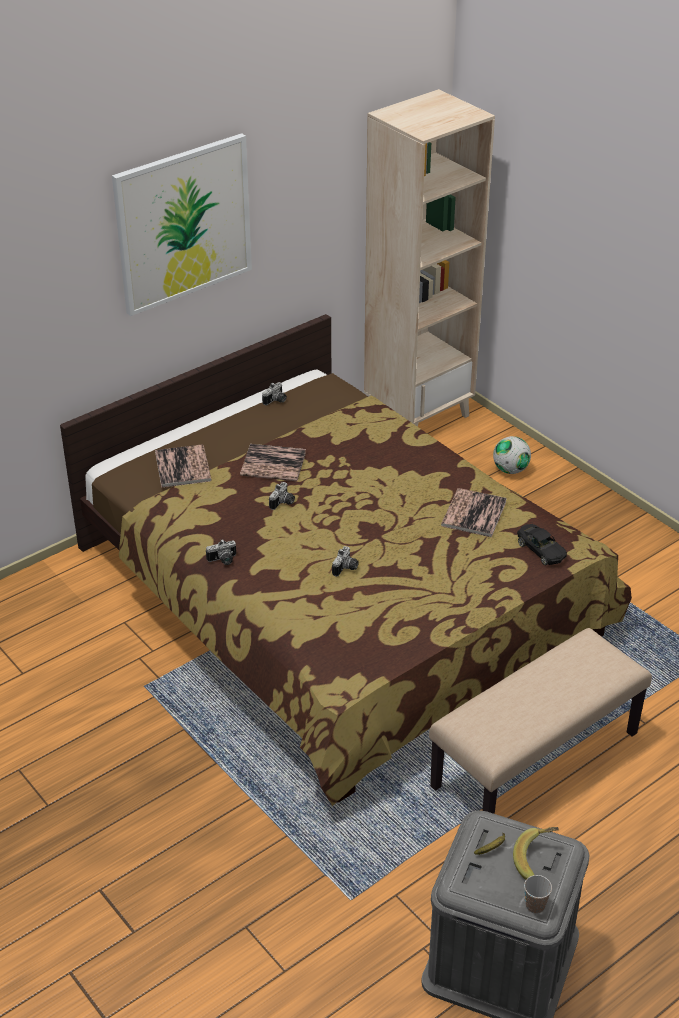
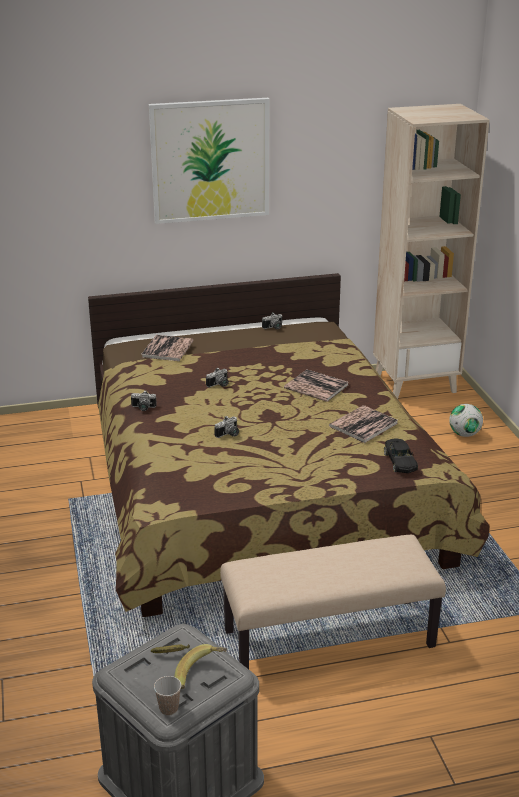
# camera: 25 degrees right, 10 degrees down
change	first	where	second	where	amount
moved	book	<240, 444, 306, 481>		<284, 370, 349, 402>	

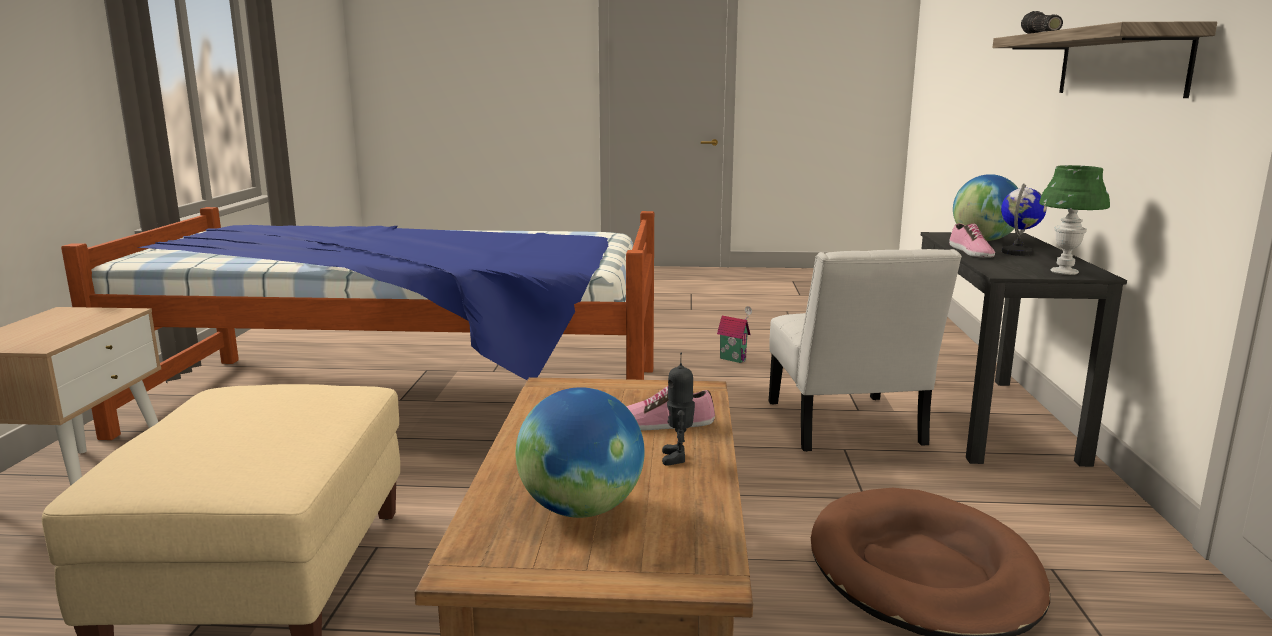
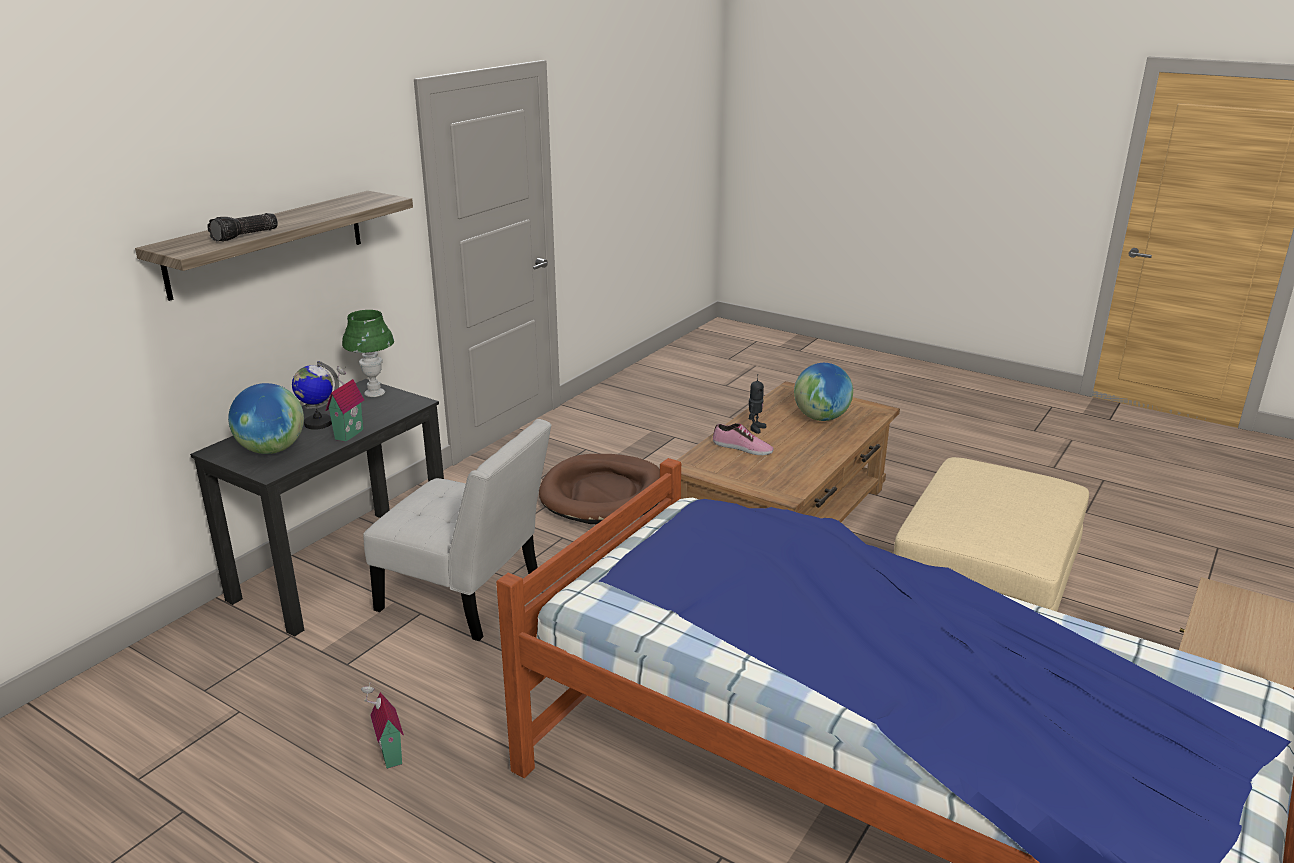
# camera: 150 degrees left, 10 degrees up
change	first	where	second	where	amount
replaced	shoe	<949, 223, 995, 258>	toy house	<325, 366, 364, 442>	
turned	chair (white)	<769, 249, 962, 451>		<363, 419, 551, 641>	90 degrees clockwise

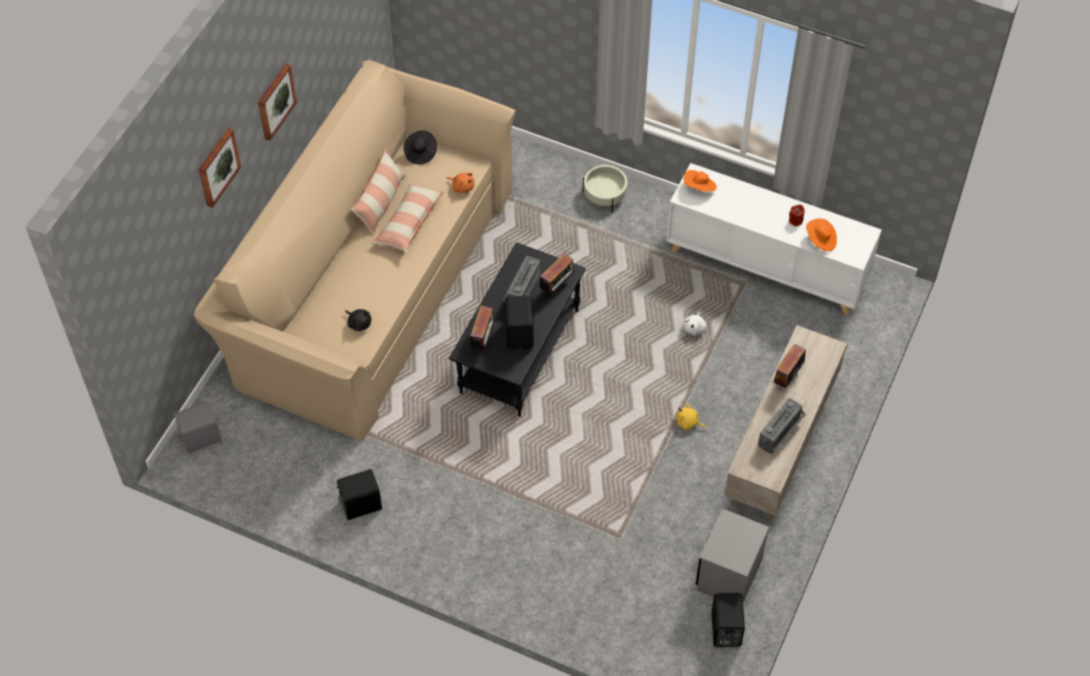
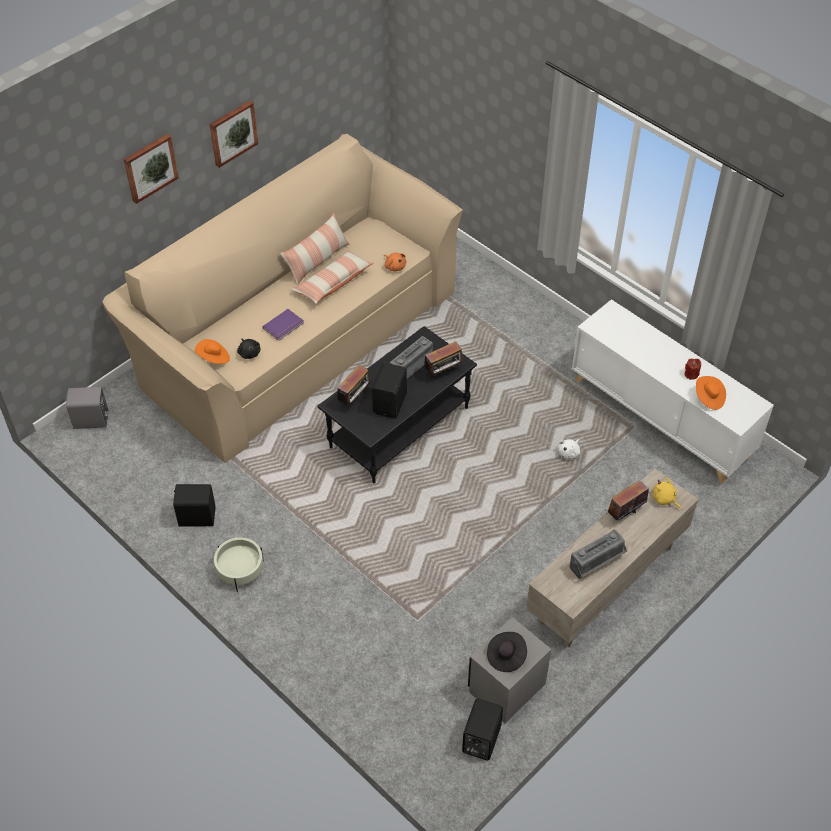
# camera: 20 degrees right, 5 degrees down
change	first	where	second	where	amount
added			book (purple)	<263, 309, 304, 341>	
moved	hat (black)	<404, 130, 437, 164>		<487, 632, 527, 672>	
moved	planter (beige)	<583, 165, 627, 213>		<214, 537, 264, 592>	
moved	plush toy (yellow)	<676, 403, 707, 430>		<653, 478, 682, 510>	
moved	hat (orange)	<684, 170, 717, 192>		<195, 339, 230, 364>	

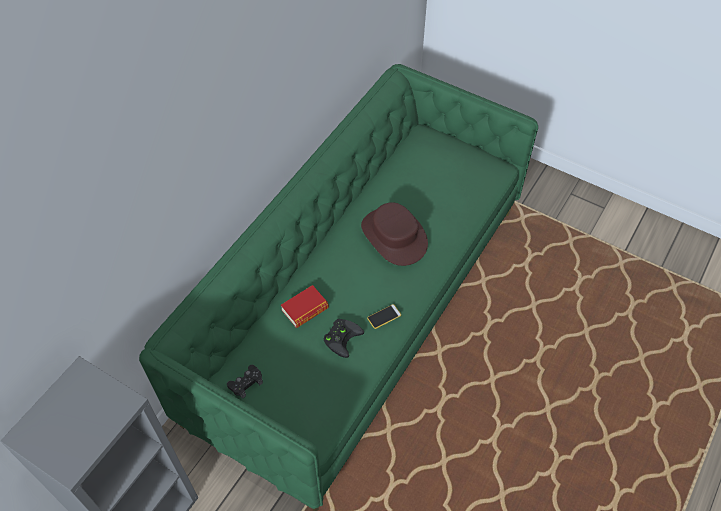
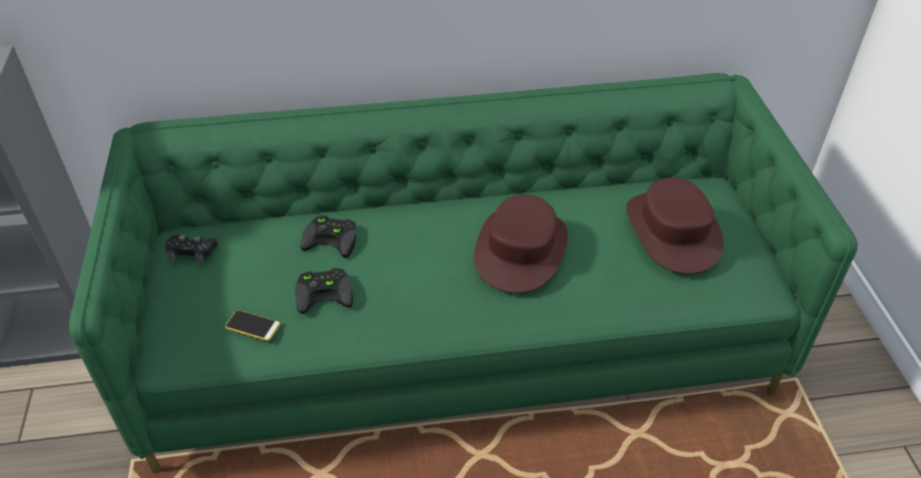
# camera: 50 degrees right, 10 degrees down
change	first	where	second	where	amount
added			hat (brown)	<626, 178, 724, 274>	
moved	phone	<367, 304, 401, 329>		<225, 310, 280, 341>	
replaced	book	<281, 285, 329, 328>	game controller (black)	<300, 215, 356, 258>	

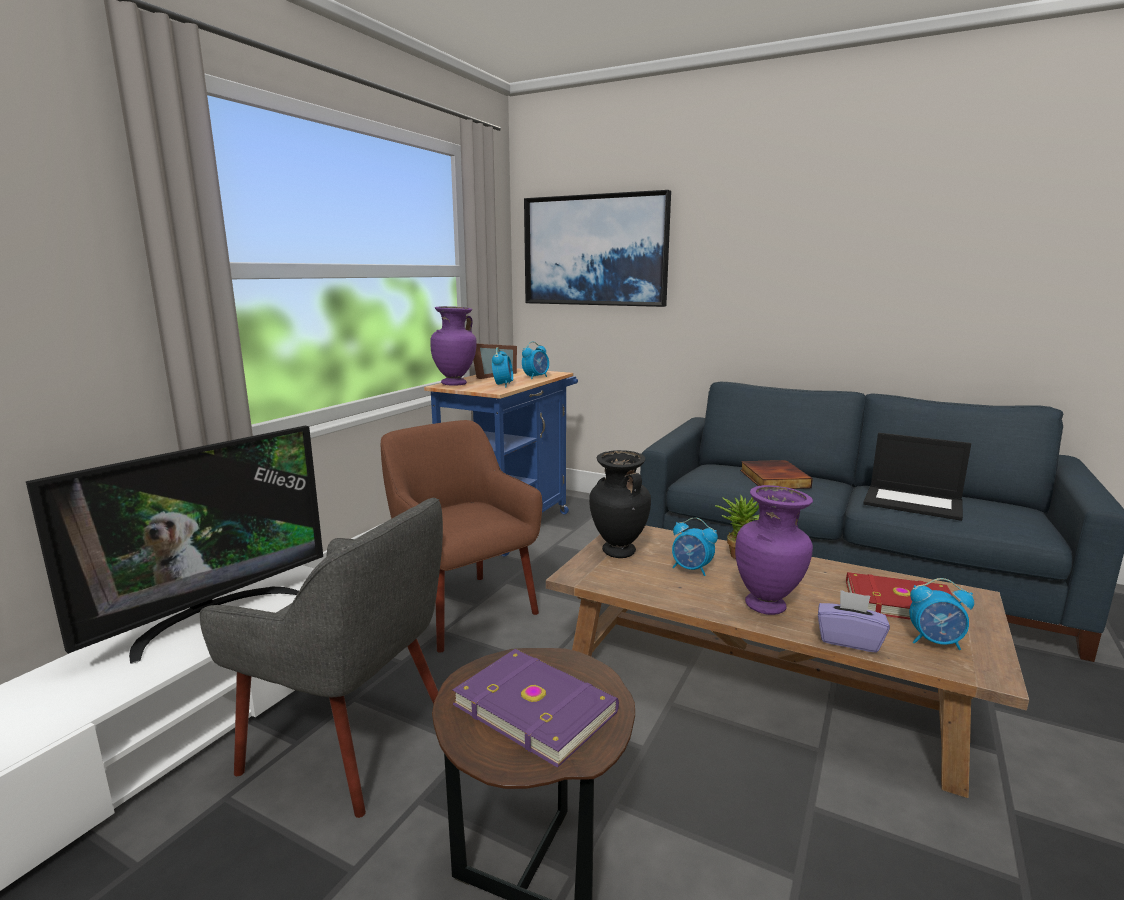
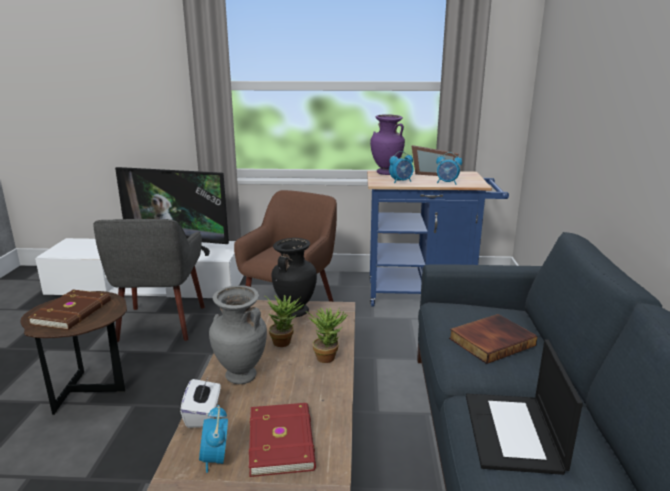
# camera: 65 degrees right, 5 degrees up
change	first	where	second	where	amount
removed	picture	<524, 190, 671, 307>			
replaced	alarm clock	<672, 517, 718, 576>	potted plant	<264, 295, 304, 347>	
recoloured	book (purple)	<452, 649, 619, 768>	book (brown)	<28, 290, 111, 330>	
recoloured	vase (purple)	<735, 485, 813, 615>	vase (grey)	<209, 285, 267, 384>	
recoloured	tissue box (purple)	<818, 590, 890, 653>	tissue box (white)	<180, 378, 221, 428>	

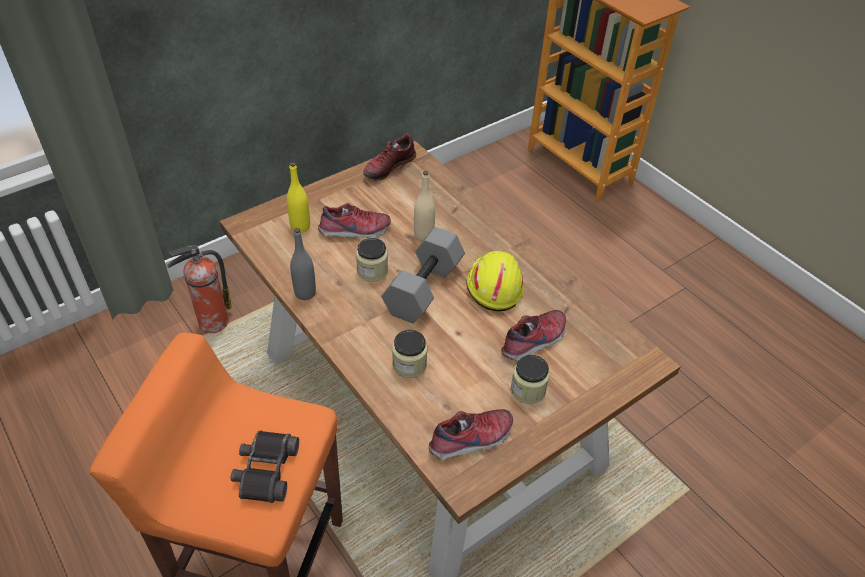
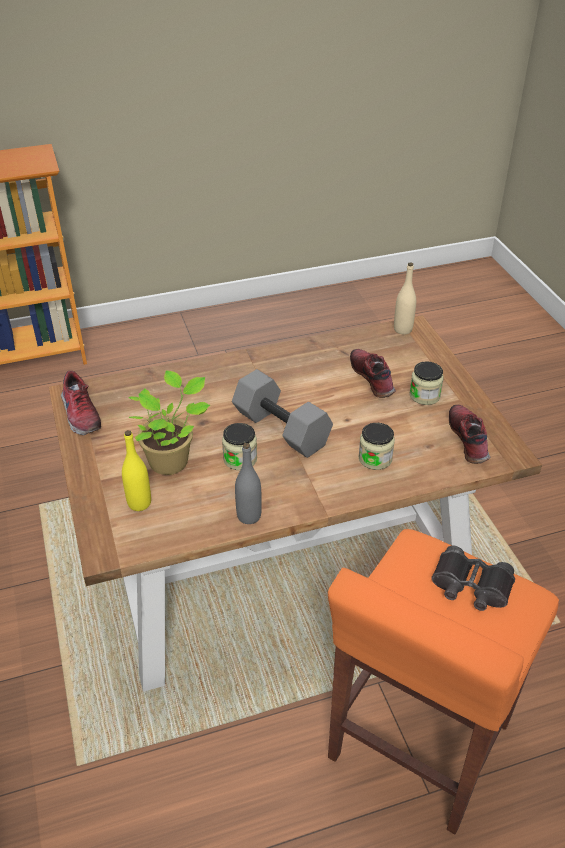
# camera: 70 degrees left, 5 degrees down
change	first	where	second	where	amount
removed	fire extinguisher	<167, 245, 232, 333>			
removed	hard hat (yellow)	<466, 251, 524, 311>			
moved	bottle (beige)	<414, 171, 435, 241>		<394, 262, 416, 335>	
replaced	shoe	<318, 203, 391, 238>	potted plant	<129, 370, 210, 475>	

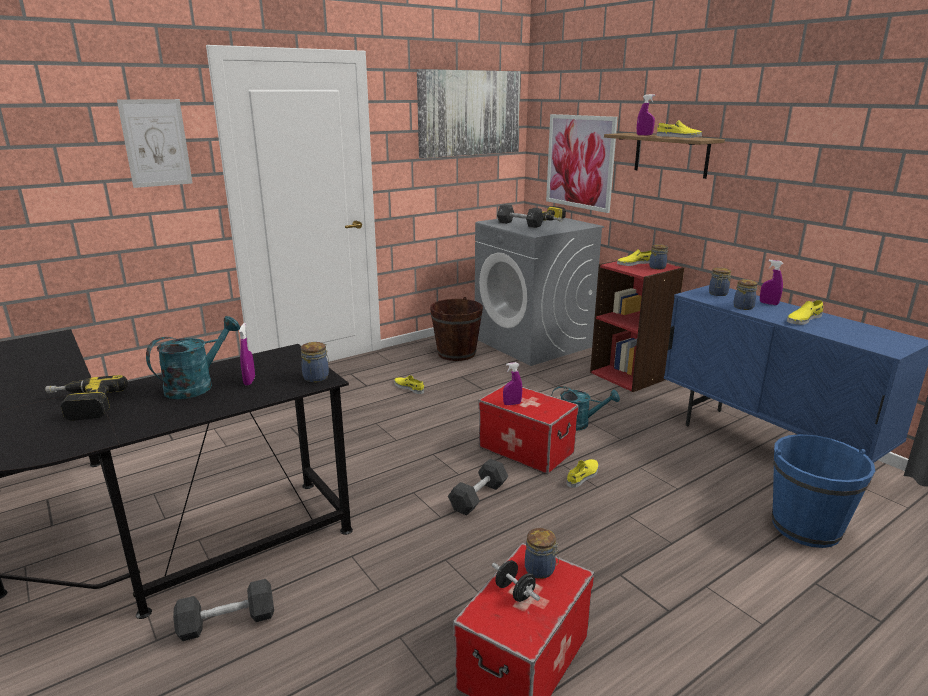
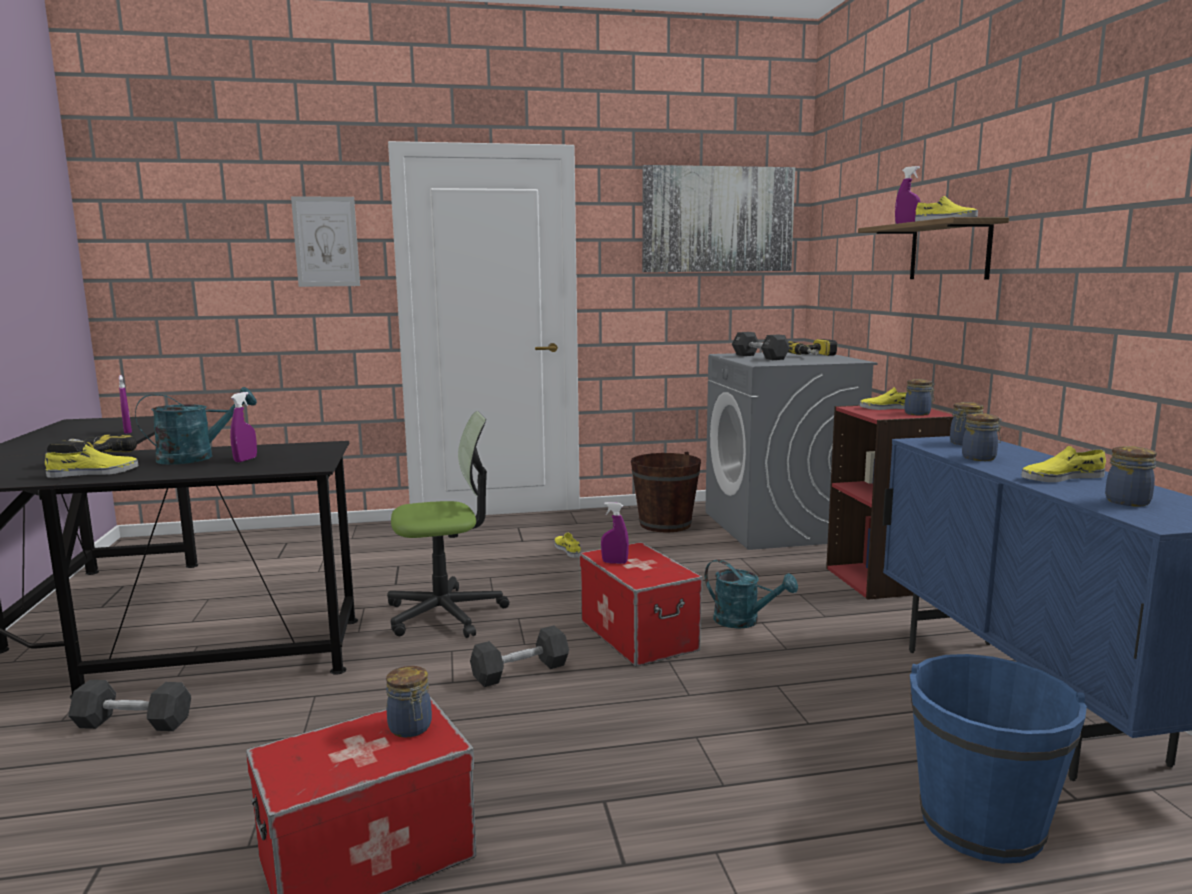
# camera: 25 degrees right, 10 degrees down
change	first	where	second	where	amount
removed	dumbbell (black)	<492, 560, 540, 602>			
removed	picture	<546, 114, 618, 213>			
added			office chair	<387, 411, 509, 638>	
moved	jar	<301, 342, 329, 382>		<1105, 446, 1157, 506>	
moved	shoe (yellow)	<567, 459, 599, 488>		<45, 445, 138, 478>	
moved	spray bottle (purple)	<760, 260, 783, 305>		<119, 375, 132, 434>	

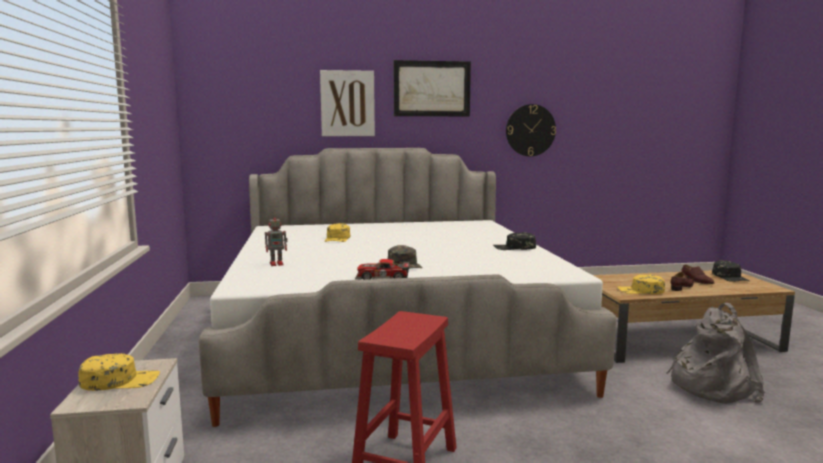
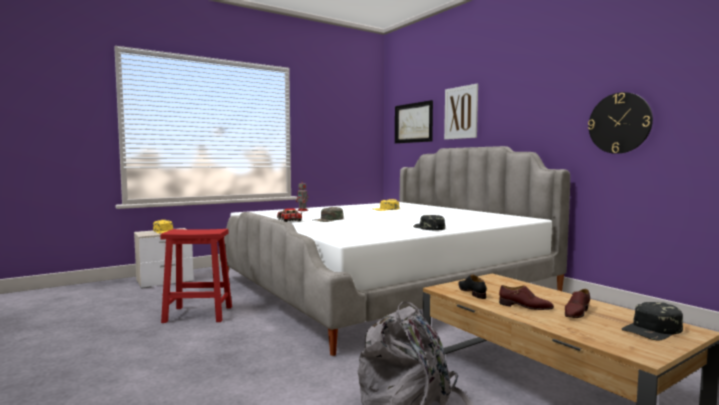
# camera: 65 degrees right, 5 degrees down
change	first	where	second	where	amount
moved	picture	<394, 60, 471, 116>		<395, 100, 433, 143>	
replaced	cap (yellow)	<618, 275, 665, 294>	shoe (black)	<458, 274, 487, 299>	

